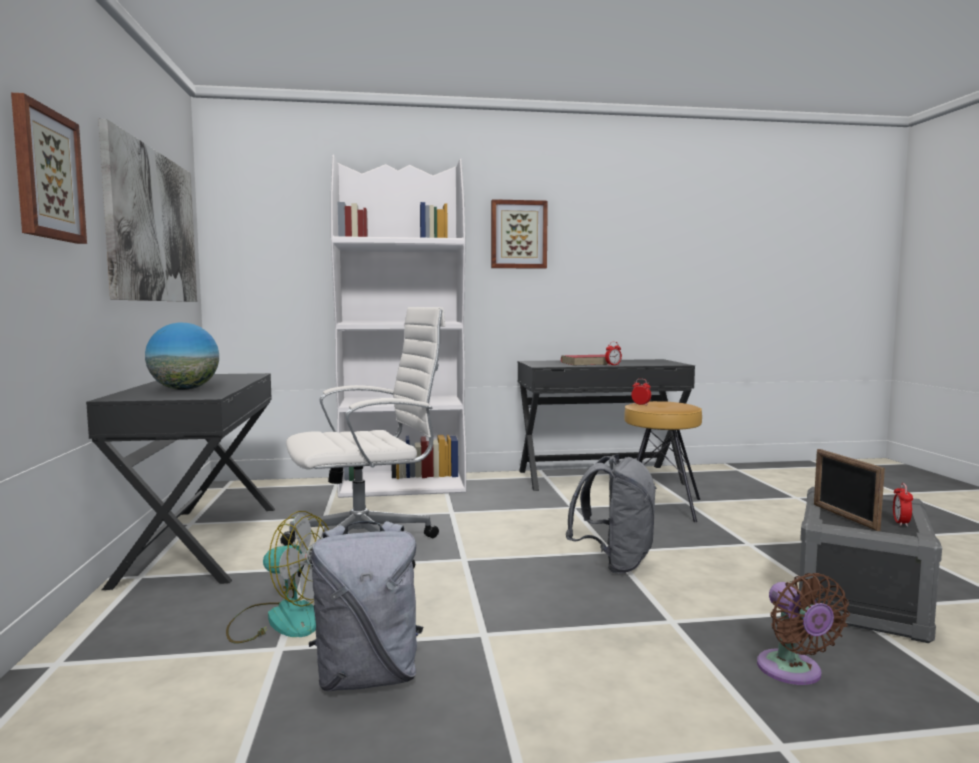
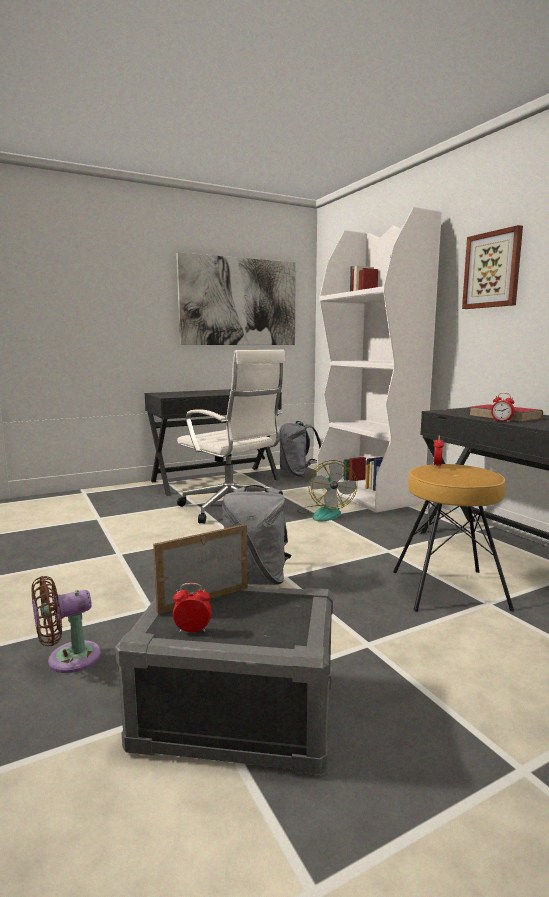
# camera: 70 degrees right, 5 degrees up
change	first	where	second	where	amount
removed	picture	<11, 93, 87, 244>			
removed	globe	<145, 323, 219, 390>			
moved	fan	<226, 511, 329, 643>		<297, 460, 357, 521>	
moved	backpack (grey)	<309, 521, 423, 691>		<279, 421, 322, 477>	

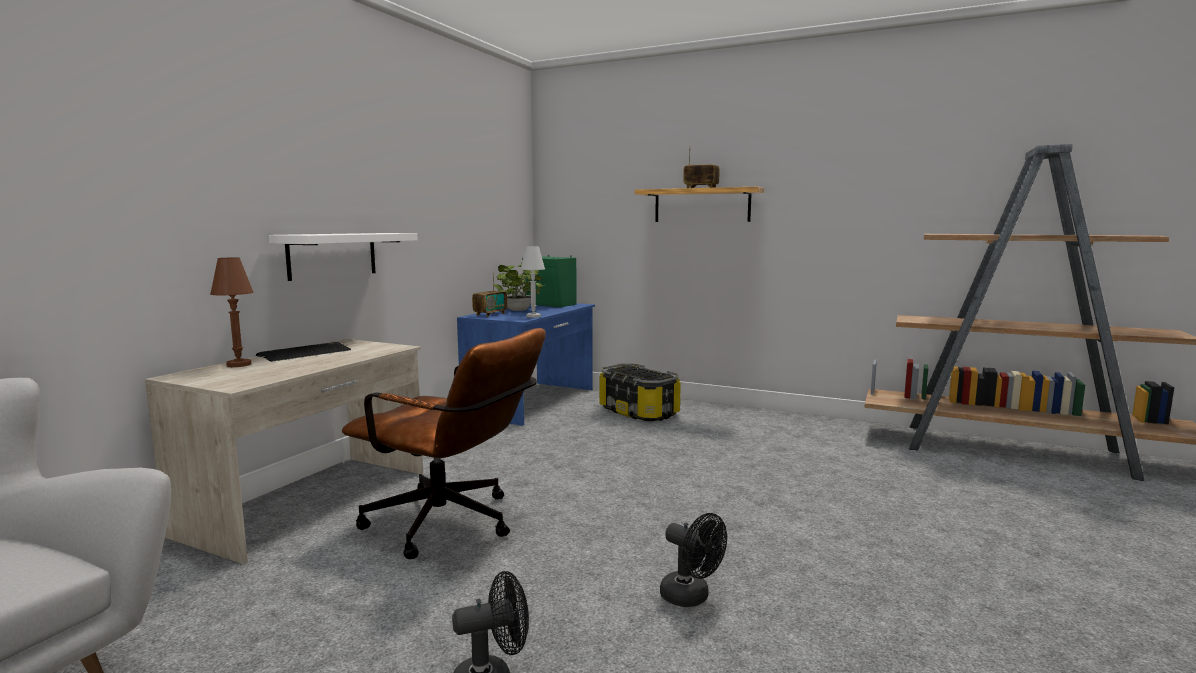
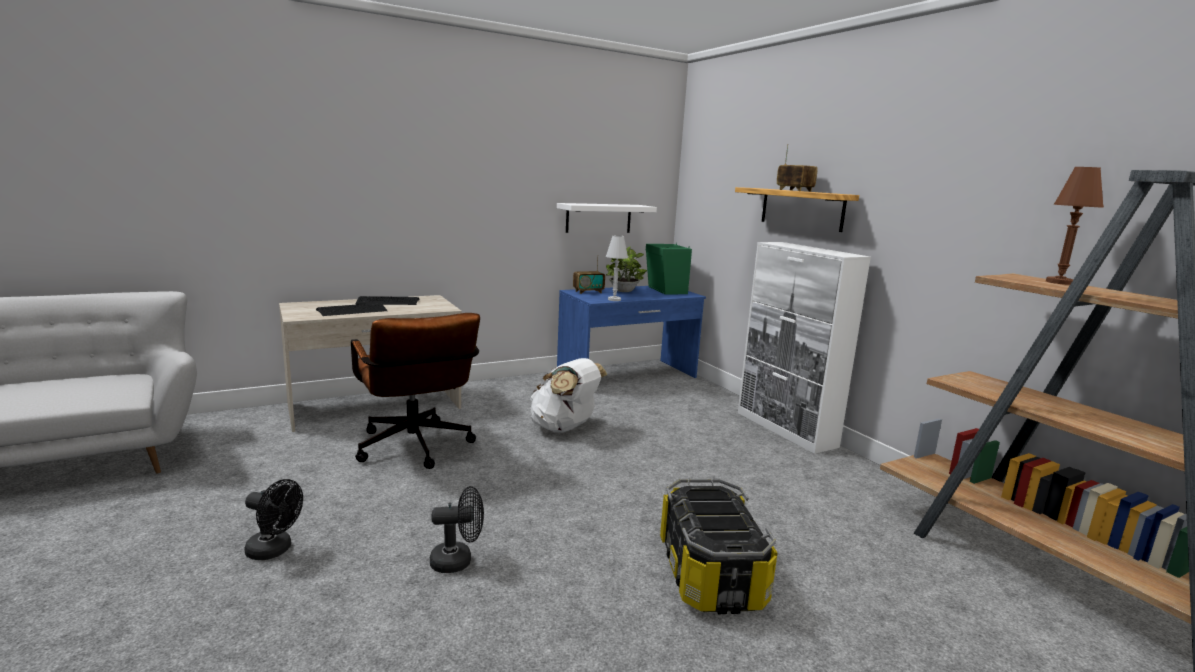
# camera: 35 degrees right, 5 degrees up
change	first	where	second	where	amount
added			keyboard	<316, 303, 387, 316>	
added			backpack (white)	<530, 358, 607, 433>	
added			cabinet (white)	<738, 242, 871, 454>	
moved	table lamp (brown)	<210, 257, 254, 367>		<1046, 167, 1104, 285>	
moved	shelf (white)	<269, 233, 418, 281>		<557, 203, 657, 233>	
moved	storage box	<599, 363, 681, 421>		<660, 479, 777, 614>	
turned	fan (black)	<660, 513, 727, 607>		<430, 486, 484, 573>	90 degrees counterclockwise

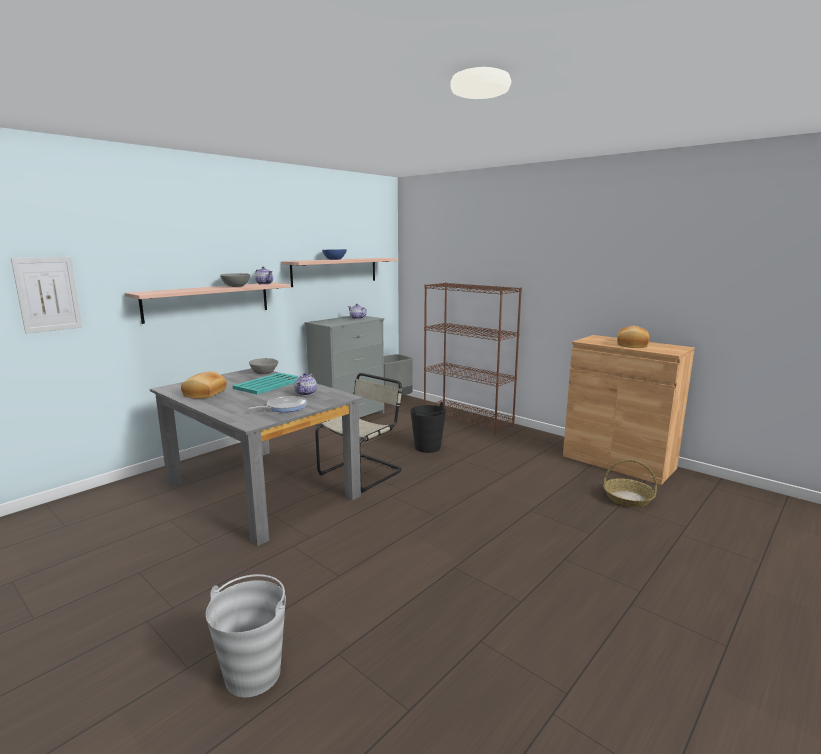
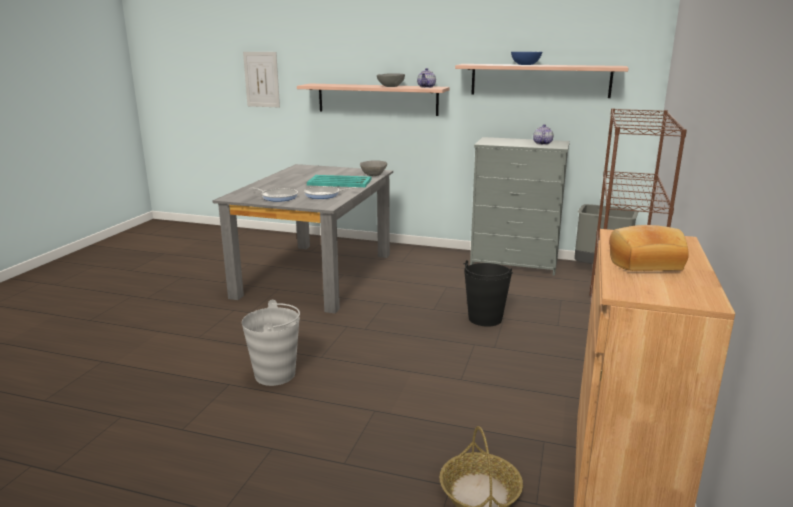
# camera: 65 degrees right, 5 degrees up
change	first	where	second	where	amount
removed	bread	<181, 371, 227, 399>			
removed	chair (beige)	<315, 373, 402, 493>			
moved	bucket (grey)	<206, 574, 286, 697>		<242, 300, 300, 386>	
replaced	teapot	<295, 373, 317, 396>	frying pan	<304, 186, 357, 199>	

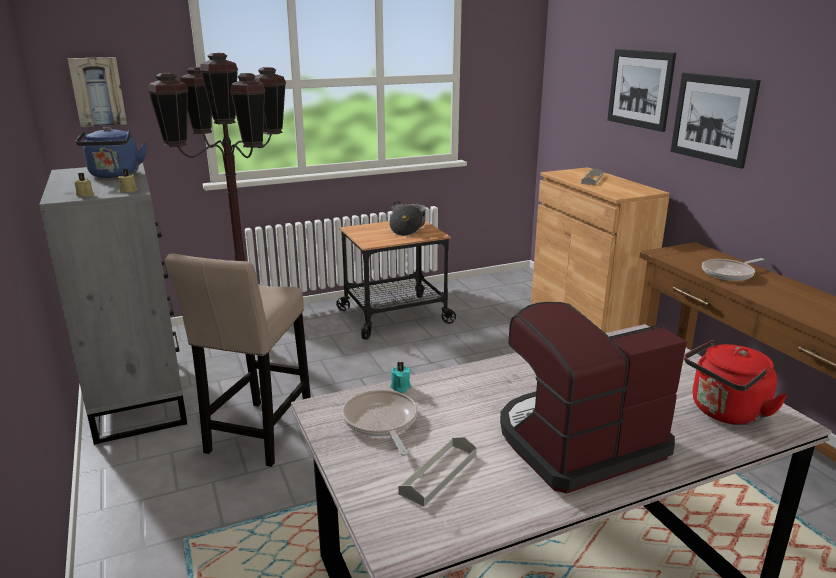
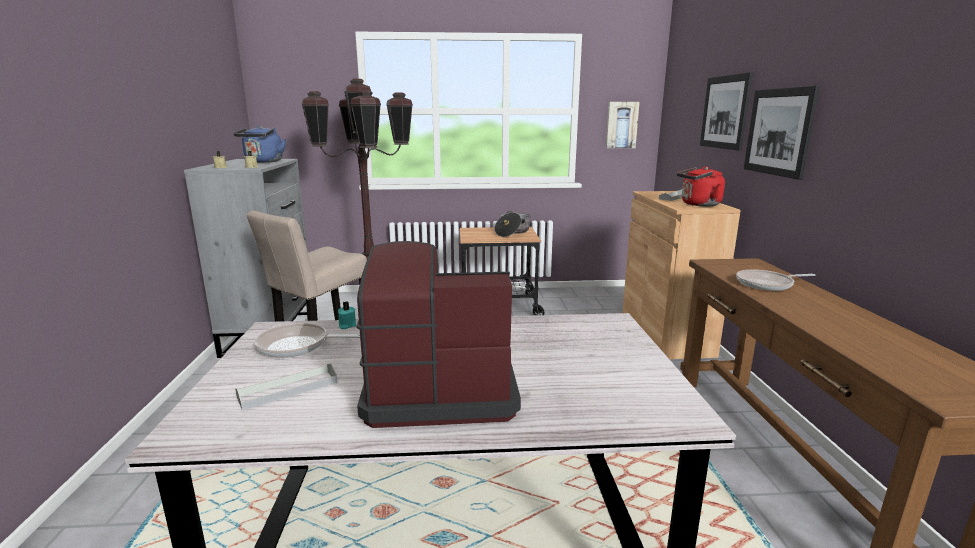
# camera: 20 degrees right, 5 degrees down
change	first	where	second	where	amount
moved	picture	<68, 57, 127, 127>		<606, 102, 640, 148>	
moved	kettle (red)	<684, 340, 788, 425>		<677, 166, 725, 206>	
turned	frying pan	<342, 390, 418, 456>		<255, 323, 360, 358>	90 degrees counterclockwise

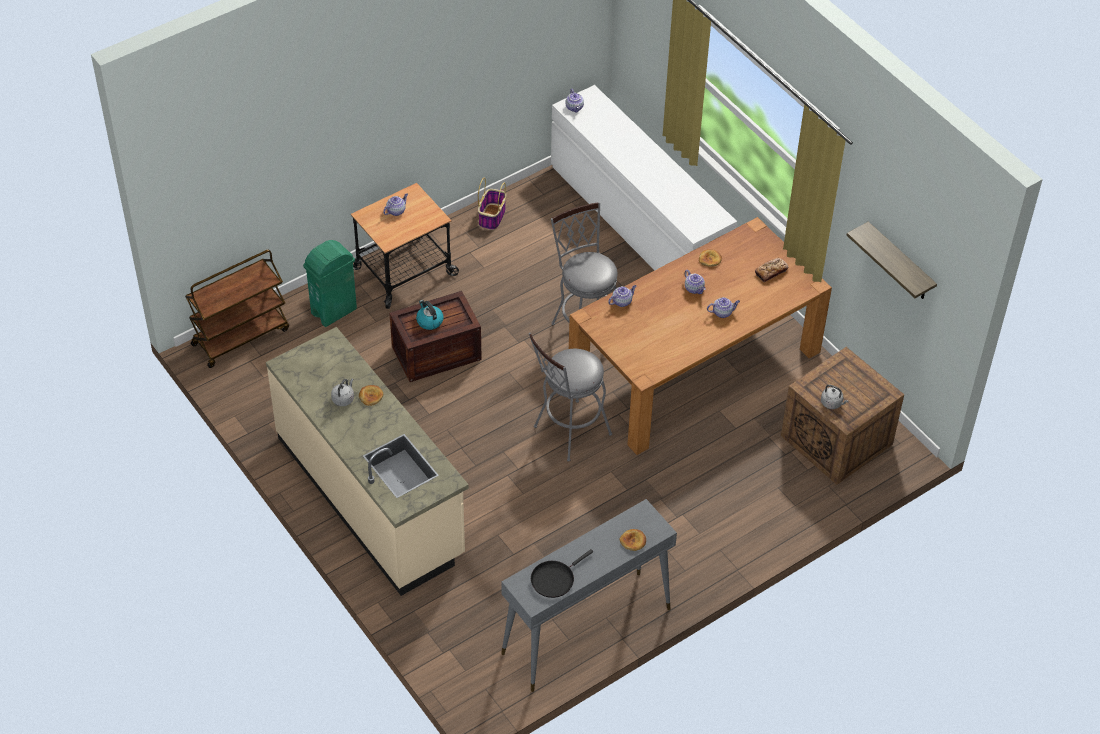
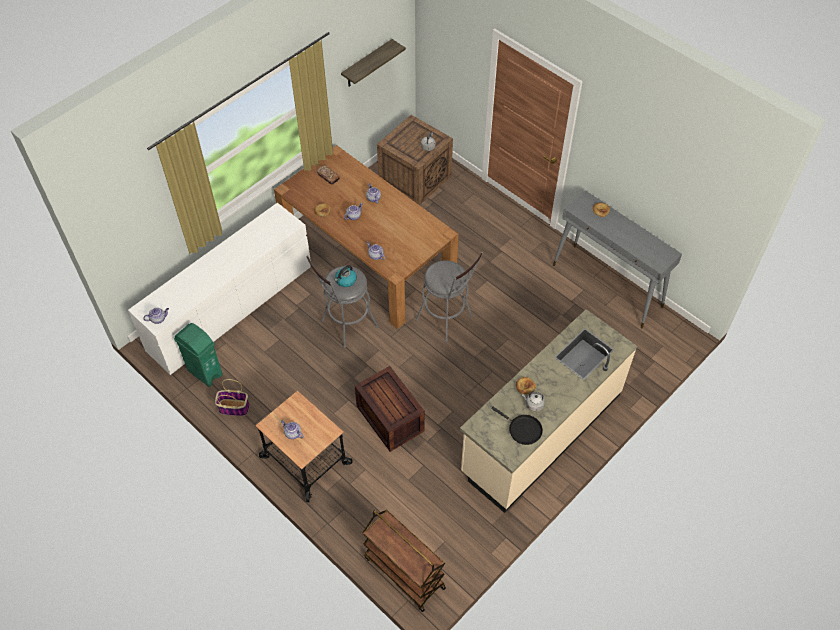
# camera: 100 degrees left, 5 degrees up
change	first	where	second	where	amount
moved	trash can (green)	<303, 240, 357, 327>		<174, 323, 223, 387>	
moved	kettle	<416, 300, 444, 330>		<335, 265, 357, 287>	
moved	frying pan (black)	<531, 549, 593, 598>		<491, 407, 543, 445>	

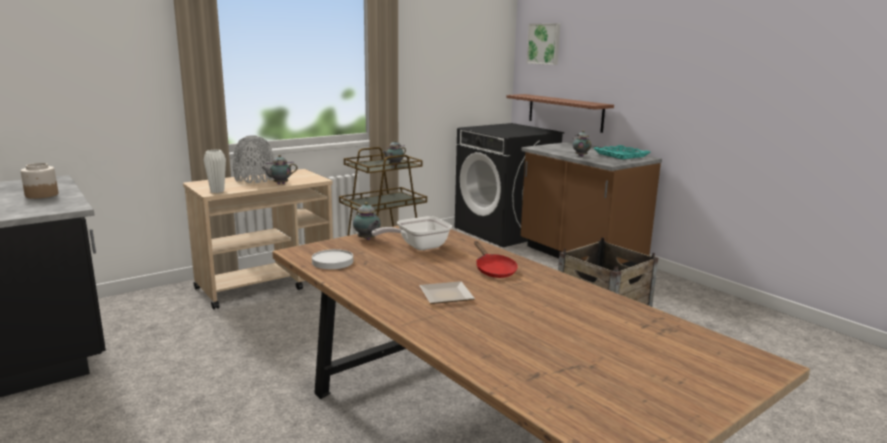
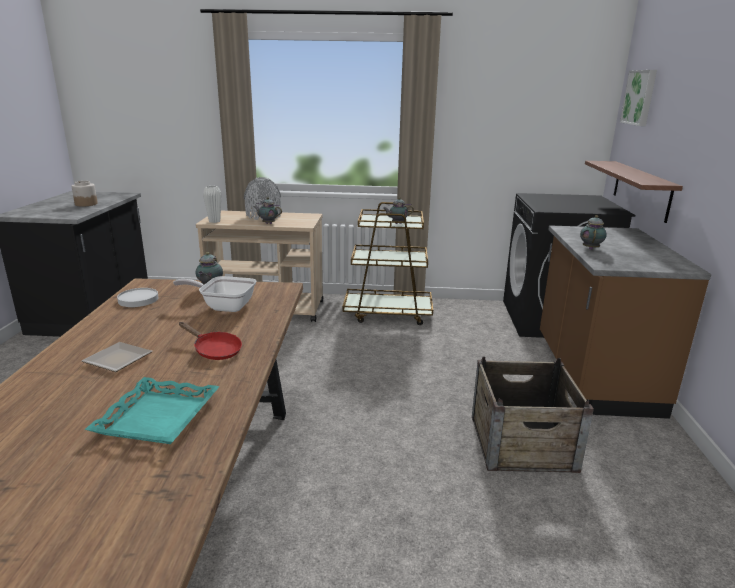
# camera: 40 degrees right, 5 degrees up
change	first	where	second	where	amount
moved	tray (turquoise)	<594, 145, 651, 159>		<85, 377, 220, 444>	
turned	frying pan (red)	<474, 241, 518, 278>		<179, 322, 242, 360>	75 degrees counterclockwise

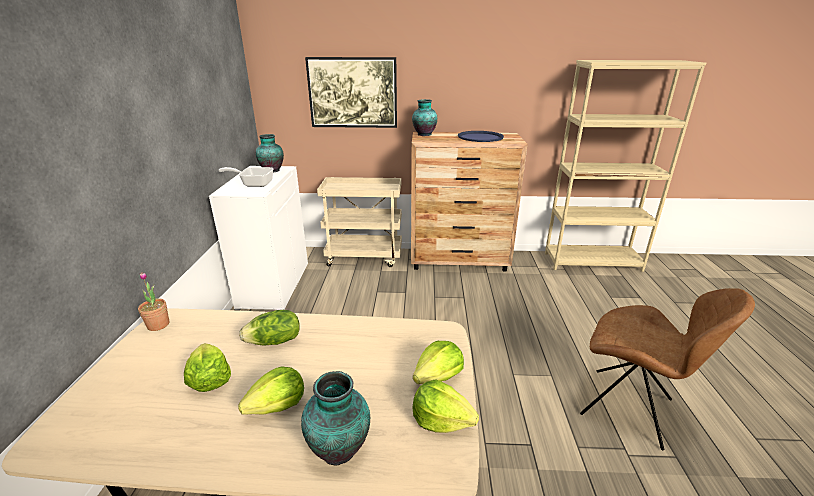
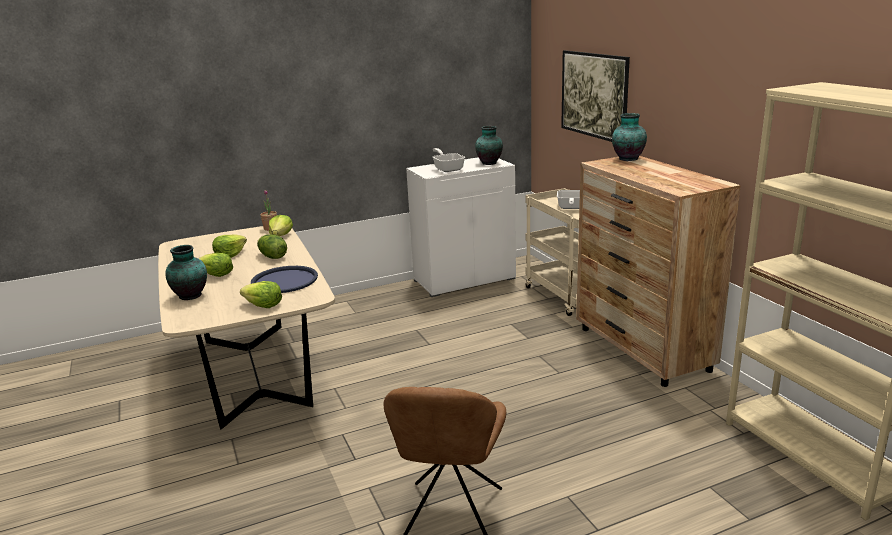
# camera: 65 degrees right, 5 degrees down
change	first	where	second	where	amount
added			frying pan	<557, 190, 580, 209>	
moved	lettuce	<413, 379, 479, 433>		<269, 215, 293, 236>	
moved	tray (blue)	<458, 131, 504, 142>		<251, 266, 318, 293>	

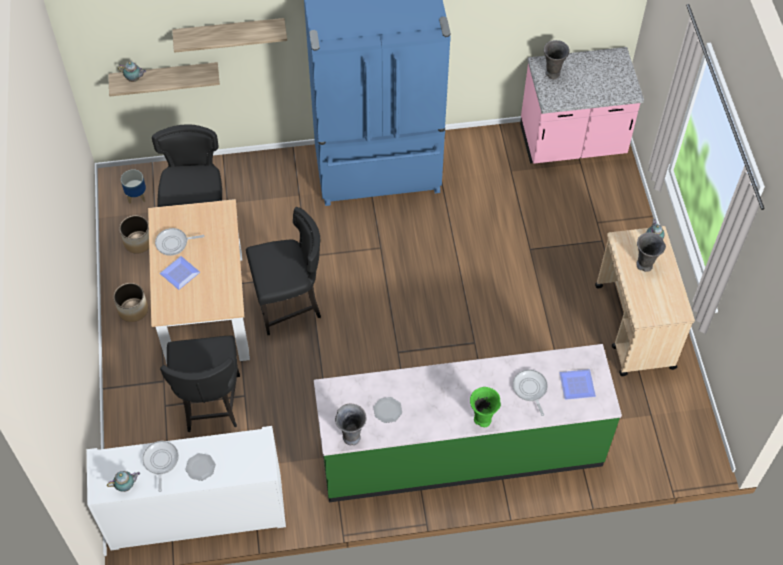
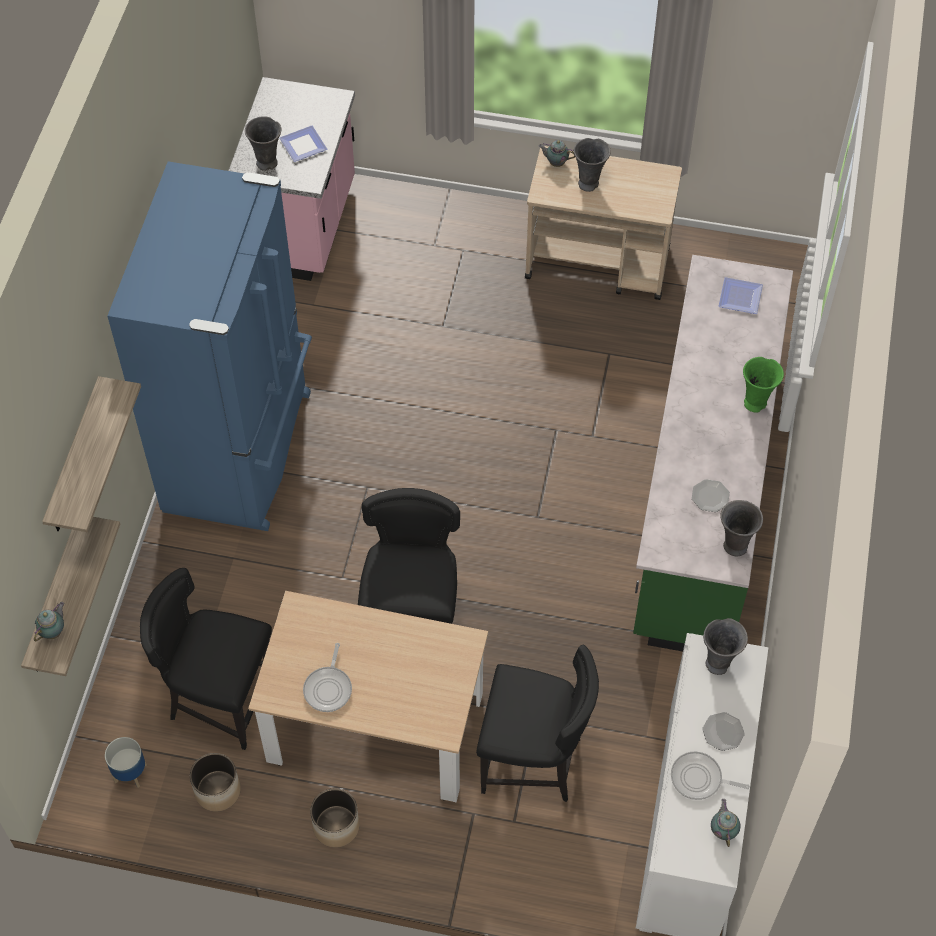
# camera: 70 degrees left, 0 degrees up
change	first	where	second	where	amount
removed	frying pan	<513, 370, 548, 416>			
added			vase (grey)	<703, 618, 748, 675>	
moved	plate	<160, 256, 200, 290>		<279, 126, 327, 162>	

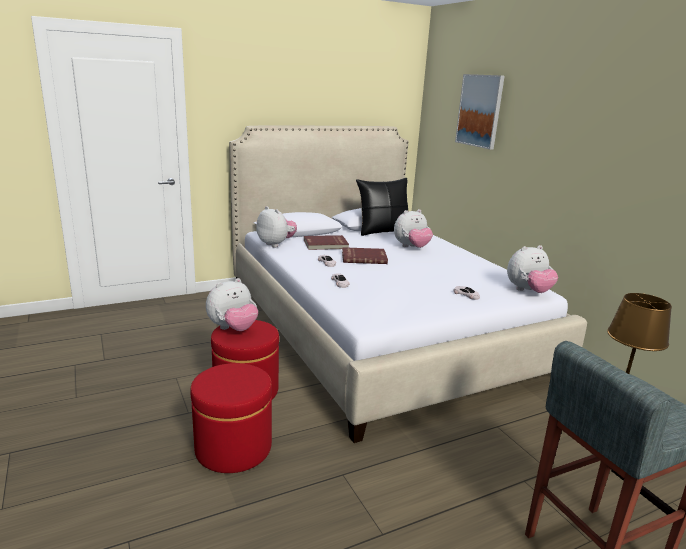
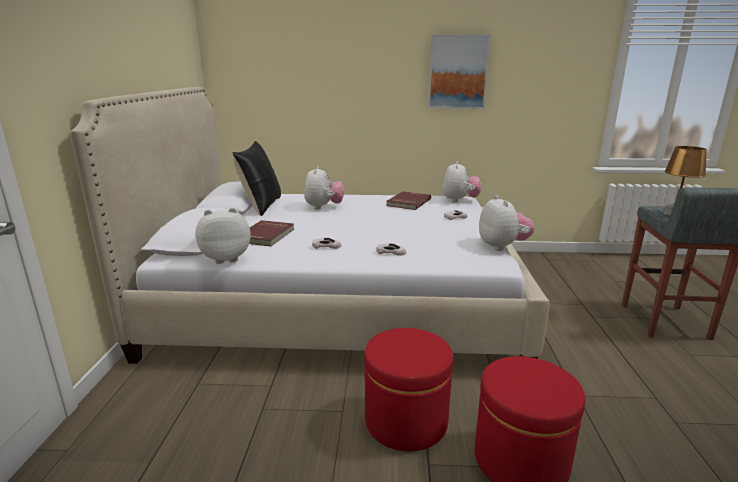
# camera: 60 degrees left, 0 degrees up
change	first	where	second	where	amount
moved	plush toy	<206, 278, 258, 331>		<479, 195, 534, 251>	
moved	book (red)	<342, 247, 388, 264>		<386, 191, 431, 210>	
moved	picture	<455, 74, 505, 149>		<428, 34, 491, 108>	

